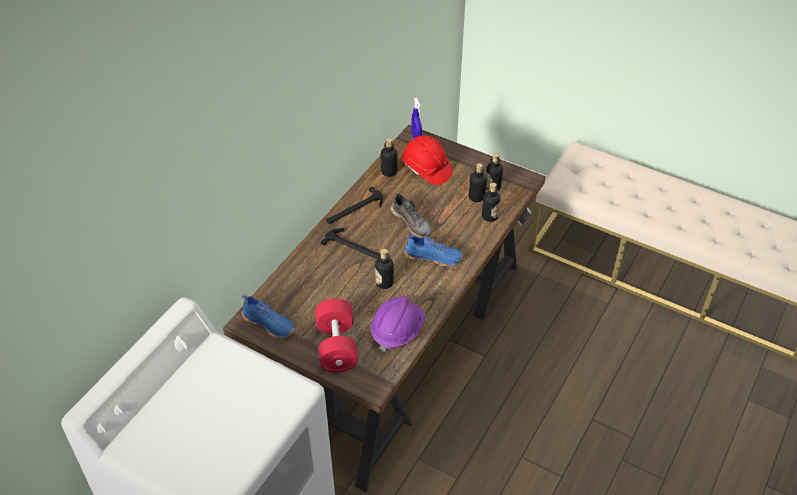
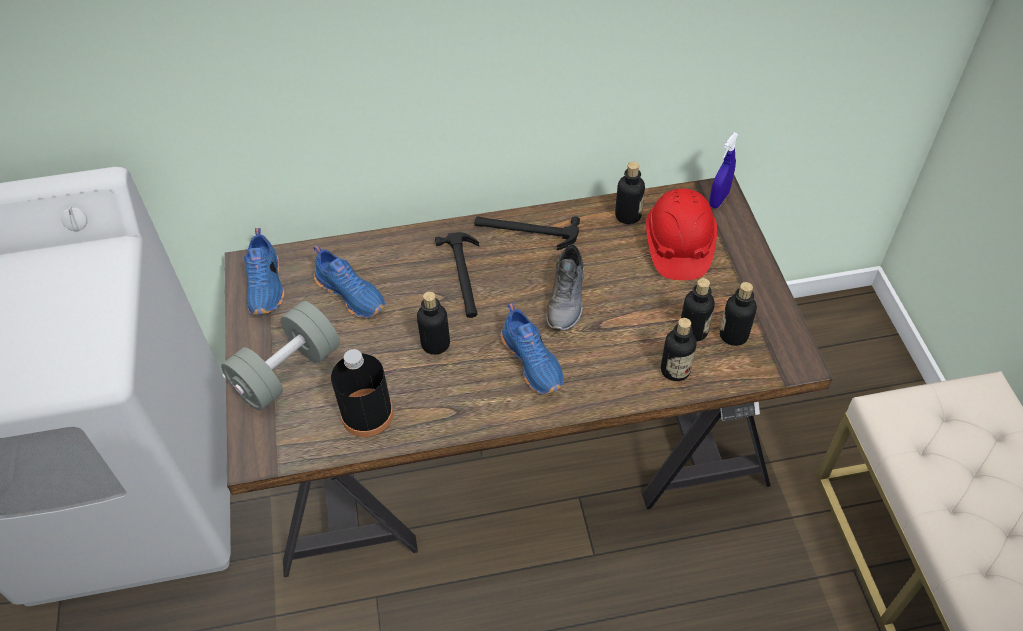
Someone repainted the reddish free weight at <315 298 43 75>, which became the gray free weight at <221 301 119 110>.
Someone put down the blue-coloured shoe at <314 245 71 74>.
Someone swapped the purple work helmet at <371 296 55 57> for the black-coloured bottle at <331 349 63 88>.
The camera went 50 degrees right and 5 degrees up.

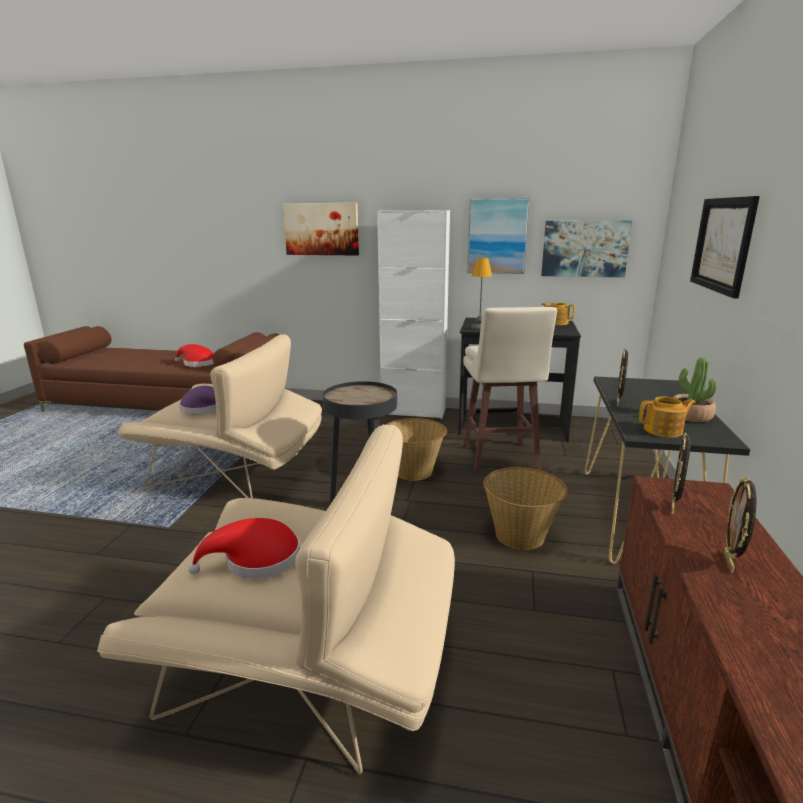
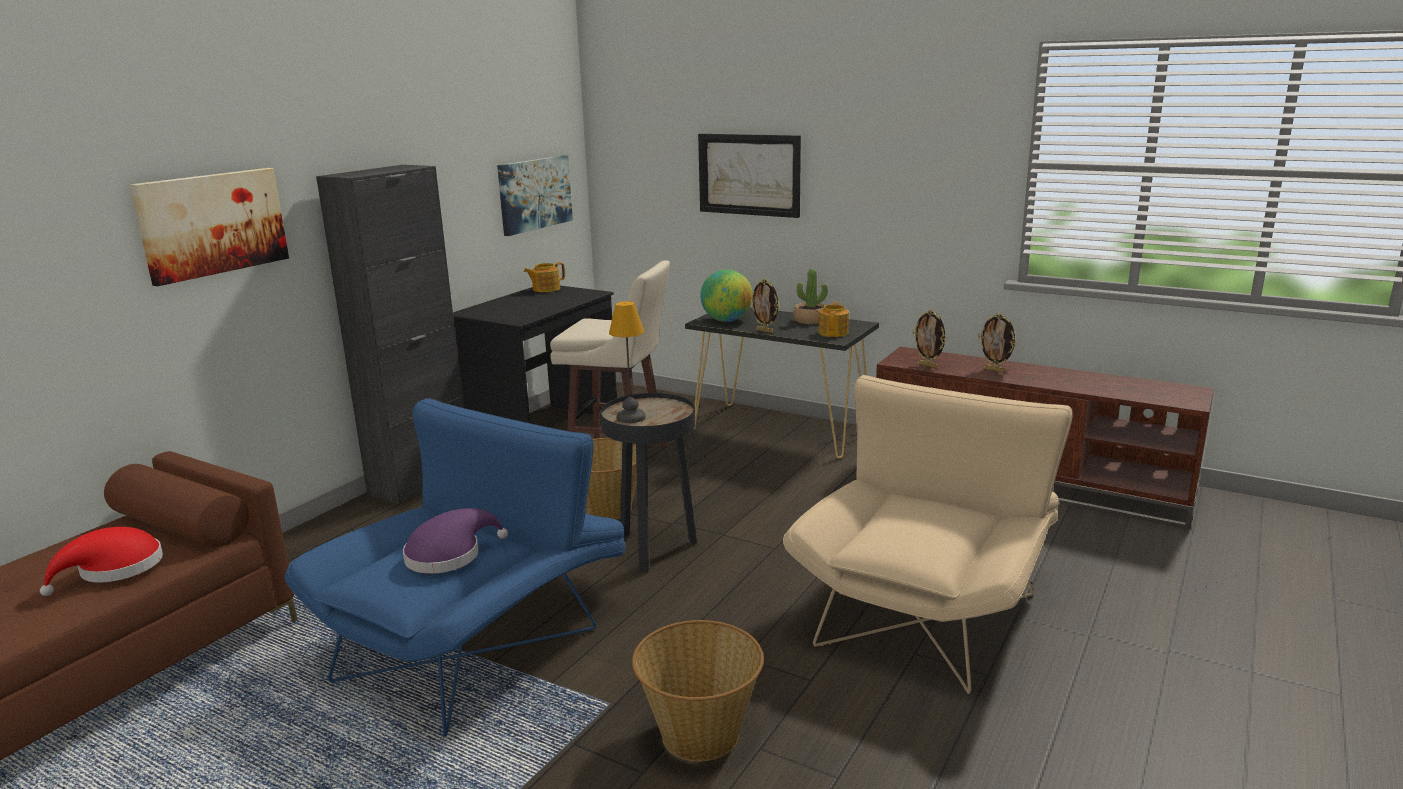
Someone repainted the sand-coloured armchair at <118 334 204 164>, which became the blue-coloured armchair at <285 398 340 339>.
Someone repainted the white cupboard at <377 210 73 209>, which became the black-coloured cupboard at <316 165 148 339>.
Someone carried the table lamp from <471 258 21 72> to <609 301 37 122>.
Someone carried the basket from <483 467 85 83> to <632 620 132 142>.
Someone put down the desk globe at <700 269 53 53>.
Someone took away the reddish hat at <188 518 112 61>.
Someone took away the picture at <467 198 63 76>.
The camera went 70 degrees left and 0 degrees up.

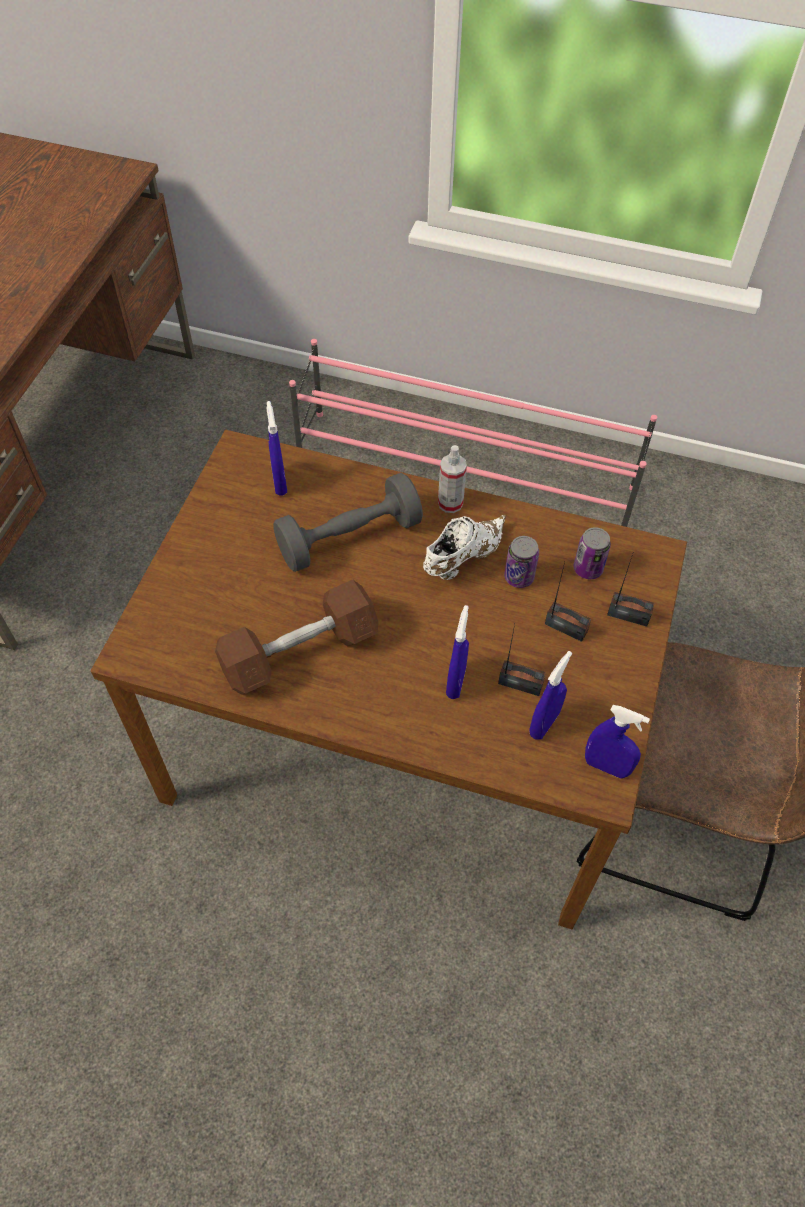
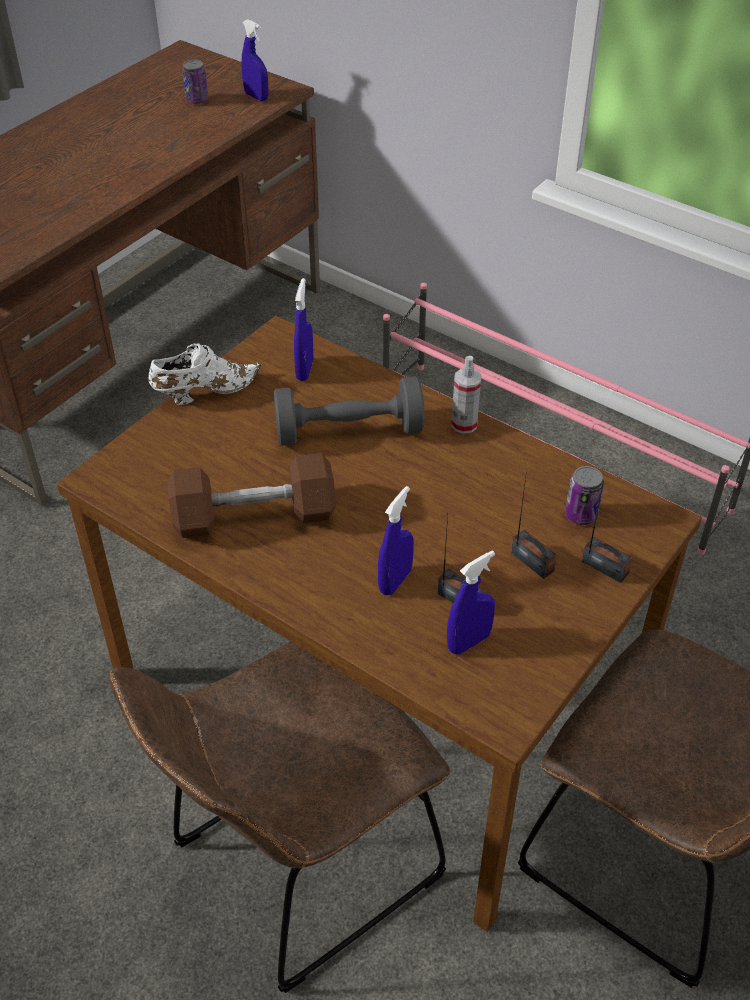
Someone put down the brown chair at <109 642 341 351>.
Someone carried the white shoe from <423 515 83 65> to <148 343 113 62>.
Someone carried the can from <504 536 35 52> to <182 60 26 44>.
Someone carried the blue-coloured hand sprayer from <585 705 65 74> to <242 19 27 82>.
The camera went 20 degrees right and 10 degrees down.

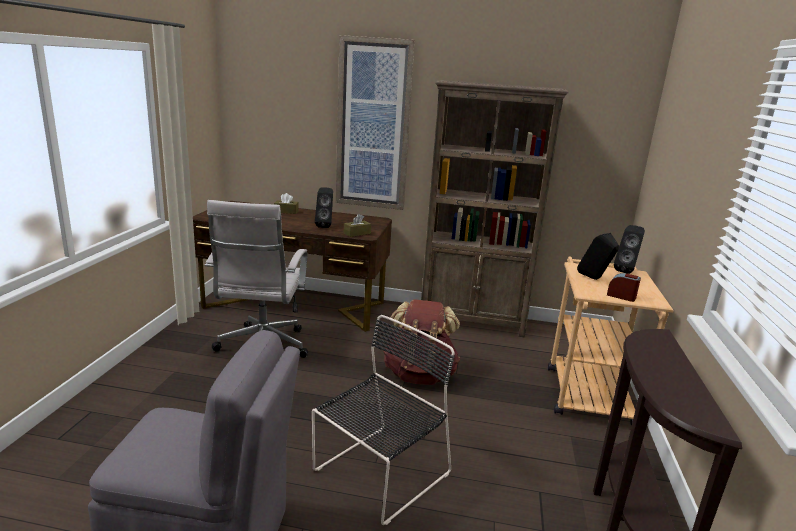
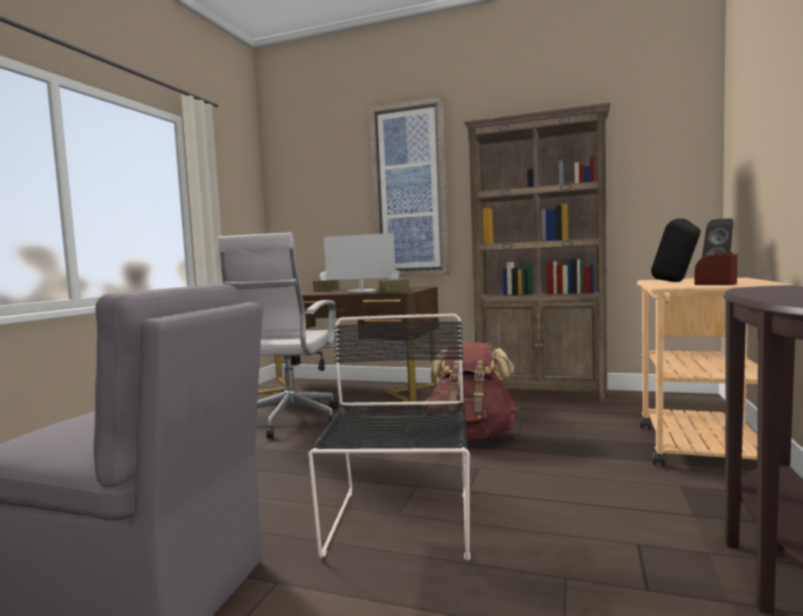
Someone rotated the black-coloured chair at <312 315 143 210> by 45 degrees counterclockwise.
Someone swapped the black-coloured loudspeaker at <315 188 18 40> for the computer screen at <324 233 71 60>.
The camera went 10 degrees right and 15 degrees down.

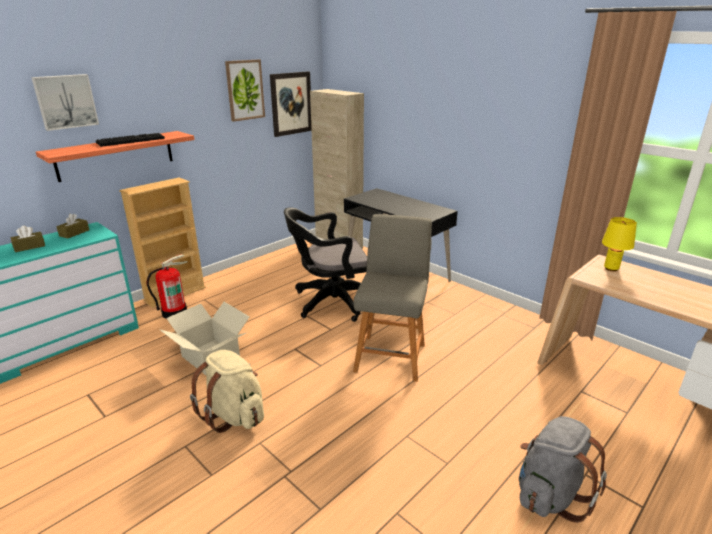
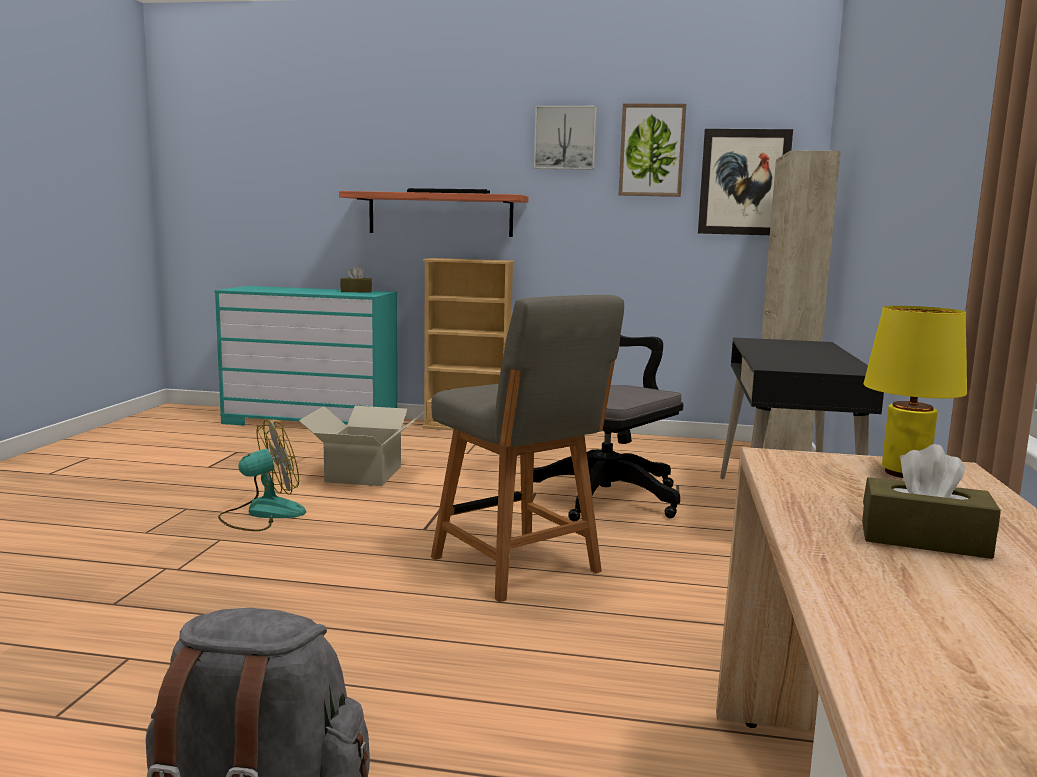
Someone swapped the sand-coloured backpack at <190 350 74 83> for the cooling fan at <218 419 88 112>.
Someone rotated the gray chair at <353 214 79 168> by 75 degrees clockwise.
Someone carried the picture from <31 74 68 57> to <534 106 63 64>.
Someone carried the brown box of tissues from <11 226 34 26> to <862 444 139 115>.
Someone took away the fire-fighting cylinder at <147 254 40 65>.
The camera went 55 degrees right and 15 degrees down.

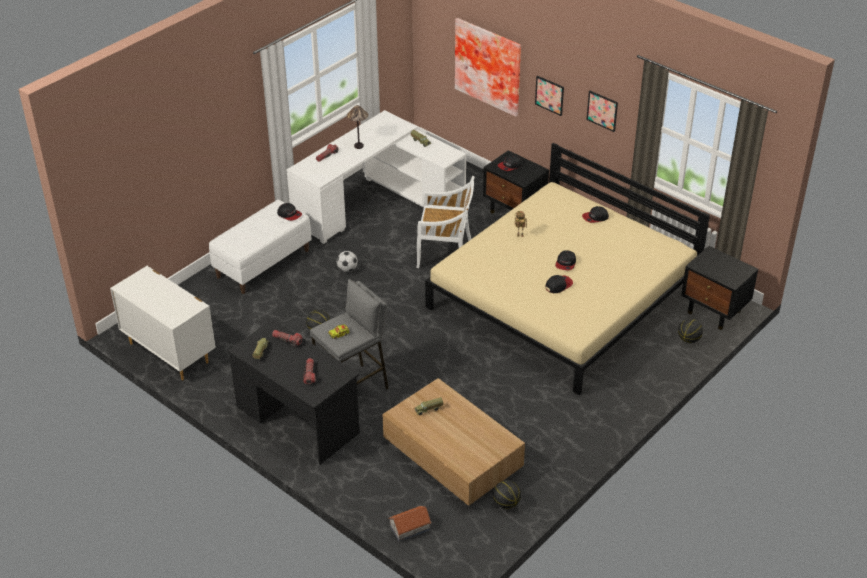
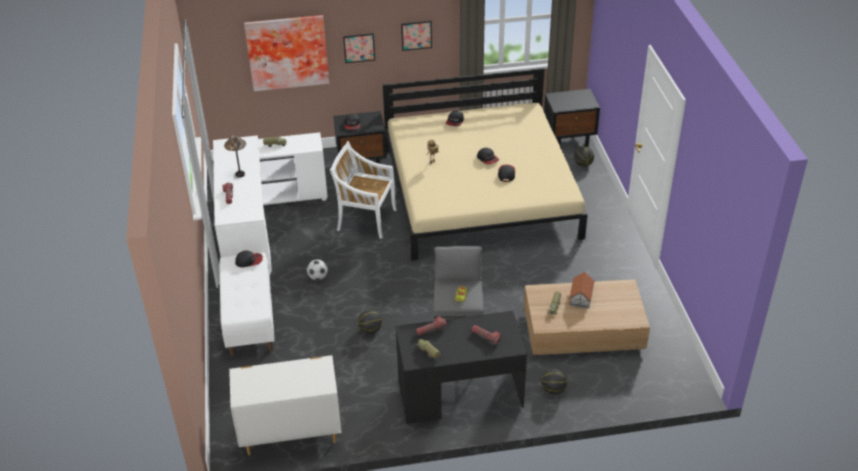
Someone rotated the white chair at <416 176 58 92> by 120 degrees counterclockwise.
Someone carried the basketball ball from <493 480 28 29> to <541 369 26 26>.
Someone carried the model house from <388 506 44 36> to <569 272 25 36>.
The camera went 50 degrees left and 0 degrees up.

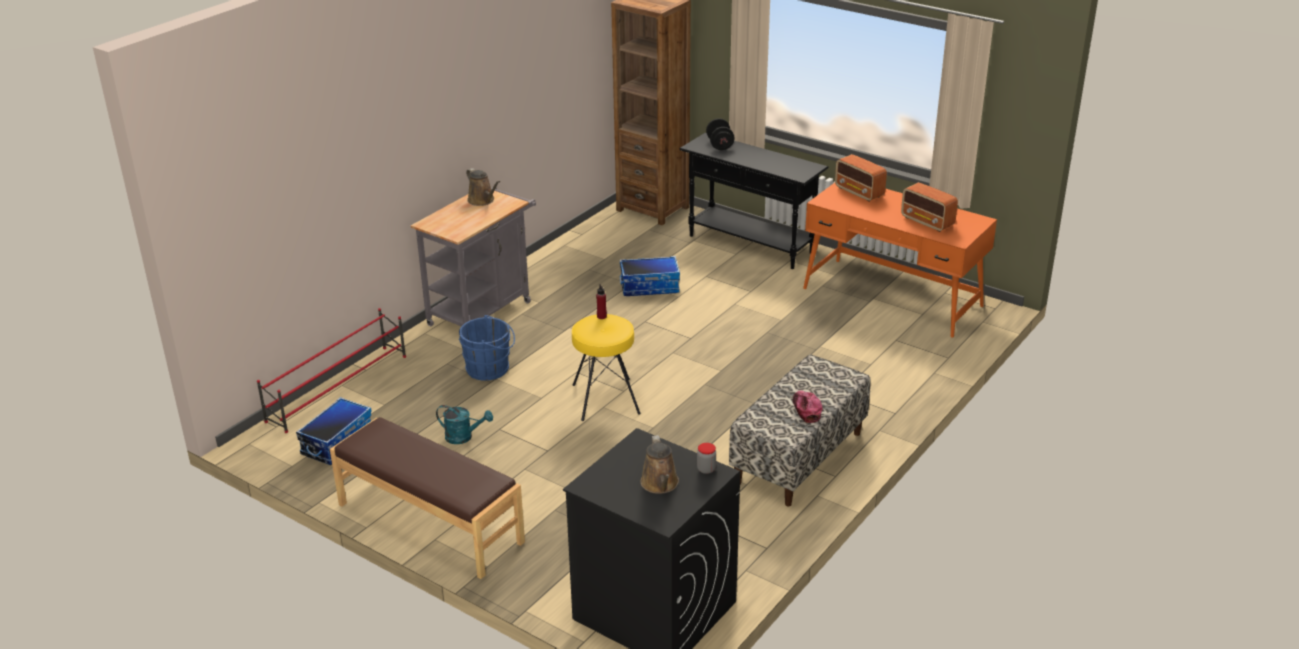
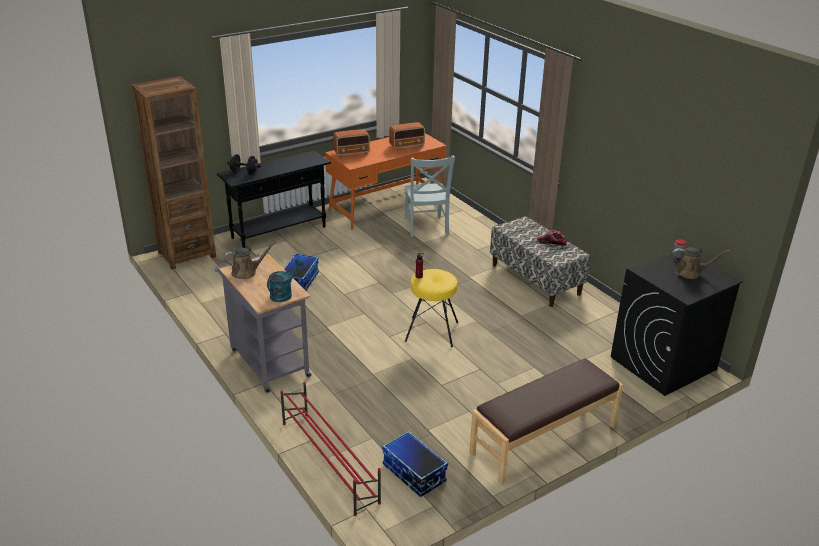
Someone carried the blue-green sprinkling can from <436 405 57 39> to <267 259 36 43>.
Someone put down the gray chair at <404 155 51 82>.
Someone took away the blue-coloured pail at <459 315 56 66>.
The camera went 70 degrees left and 0 degrees up.

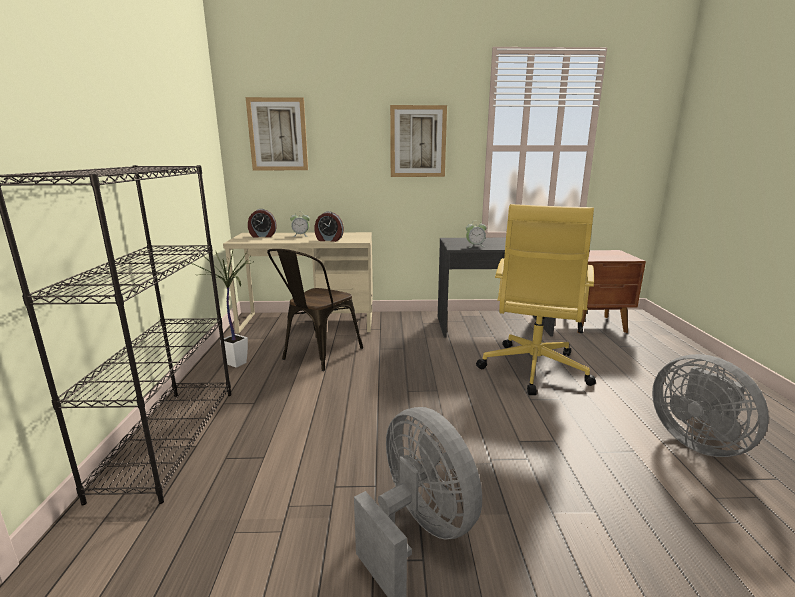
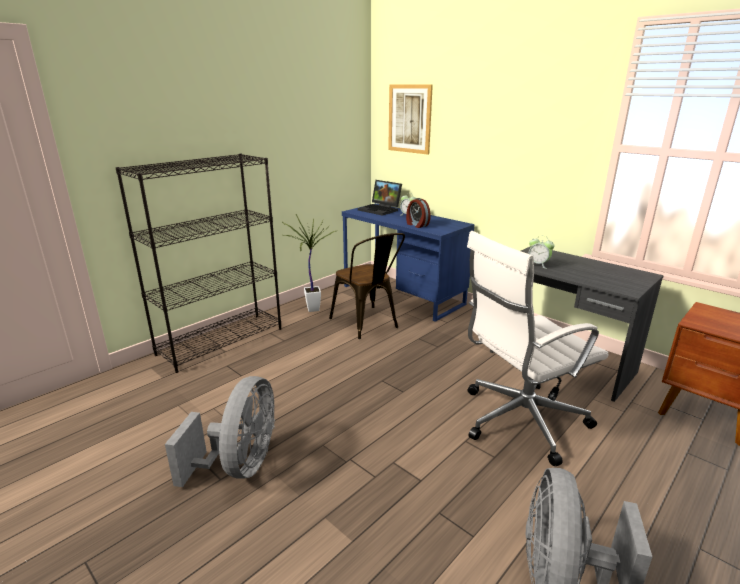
Someone rotated the brown chair at <267 249 96 122> by 105 degrees counterclockwise.
Someone repainted the sand-coloured desk unit at <223 232 150 102>, which became the blue-coloured desk unit at <342 203 132 119>.
Someone swapped the table clock at <248 209 29 29> for the laptop at <358 180 44 36>.
Someone repainted the yellow computer chair at <476 204 120 191>, which became the white computer chair at <467 231 142 235>.
Someone took away the picture at <390 105 57 72>.
The camera went 45 degrees right and 5 degrees up.

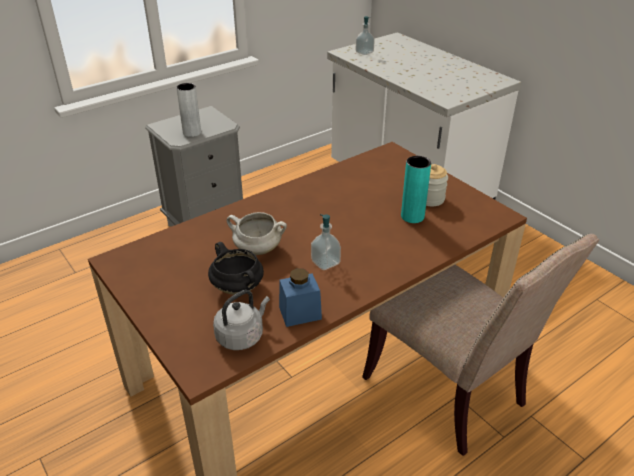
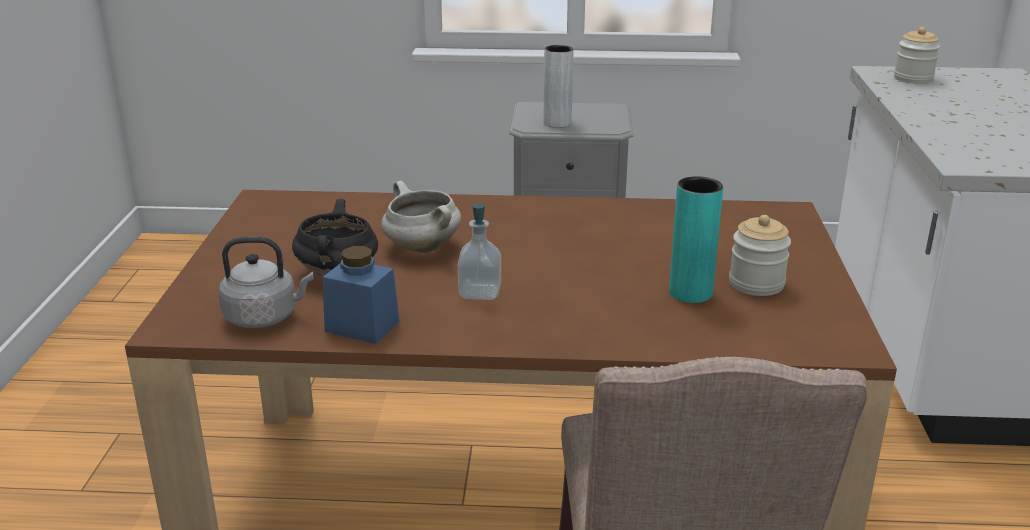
Someone swapped the soap bottle at <356 16 19 39> for the jar at <894 27 46 57>.
The camera went 40 degrees right and 10 degrees down.

